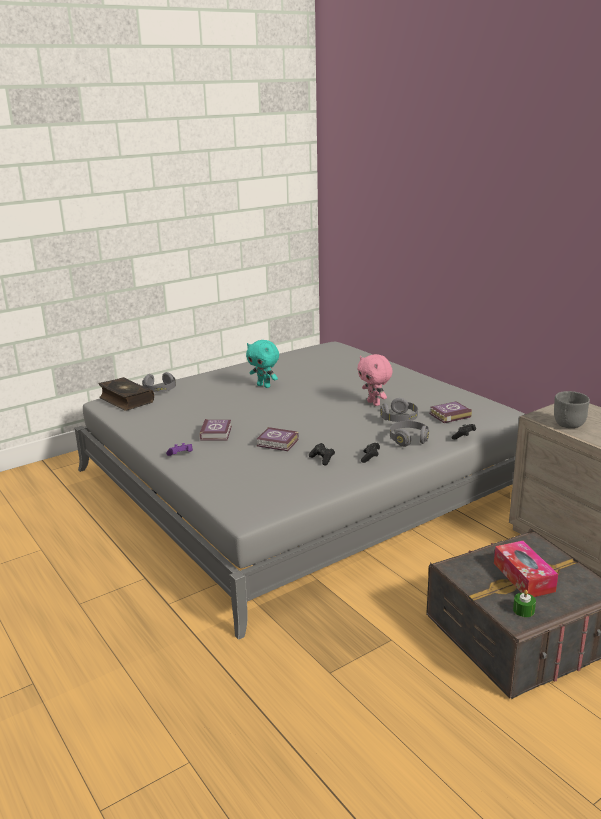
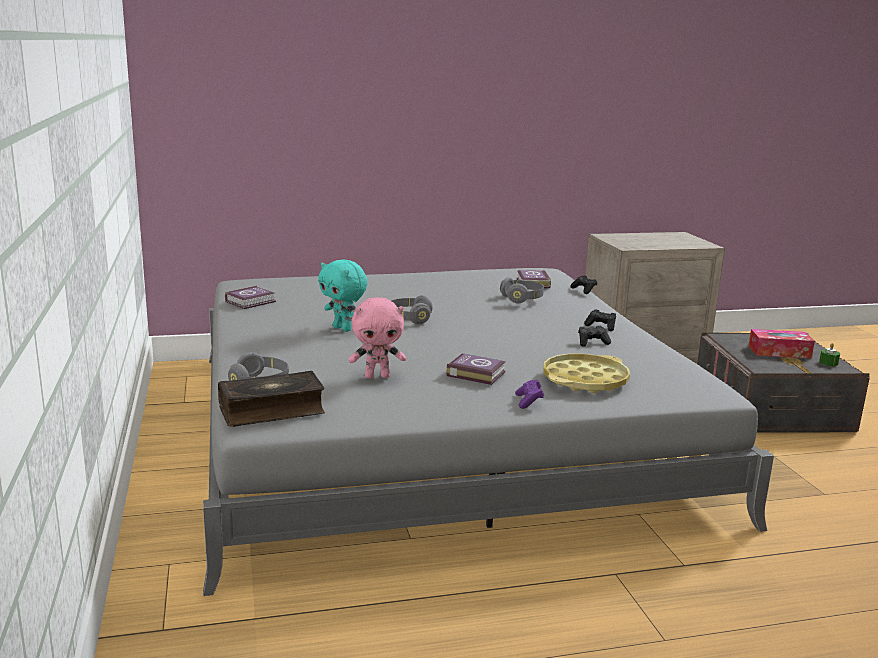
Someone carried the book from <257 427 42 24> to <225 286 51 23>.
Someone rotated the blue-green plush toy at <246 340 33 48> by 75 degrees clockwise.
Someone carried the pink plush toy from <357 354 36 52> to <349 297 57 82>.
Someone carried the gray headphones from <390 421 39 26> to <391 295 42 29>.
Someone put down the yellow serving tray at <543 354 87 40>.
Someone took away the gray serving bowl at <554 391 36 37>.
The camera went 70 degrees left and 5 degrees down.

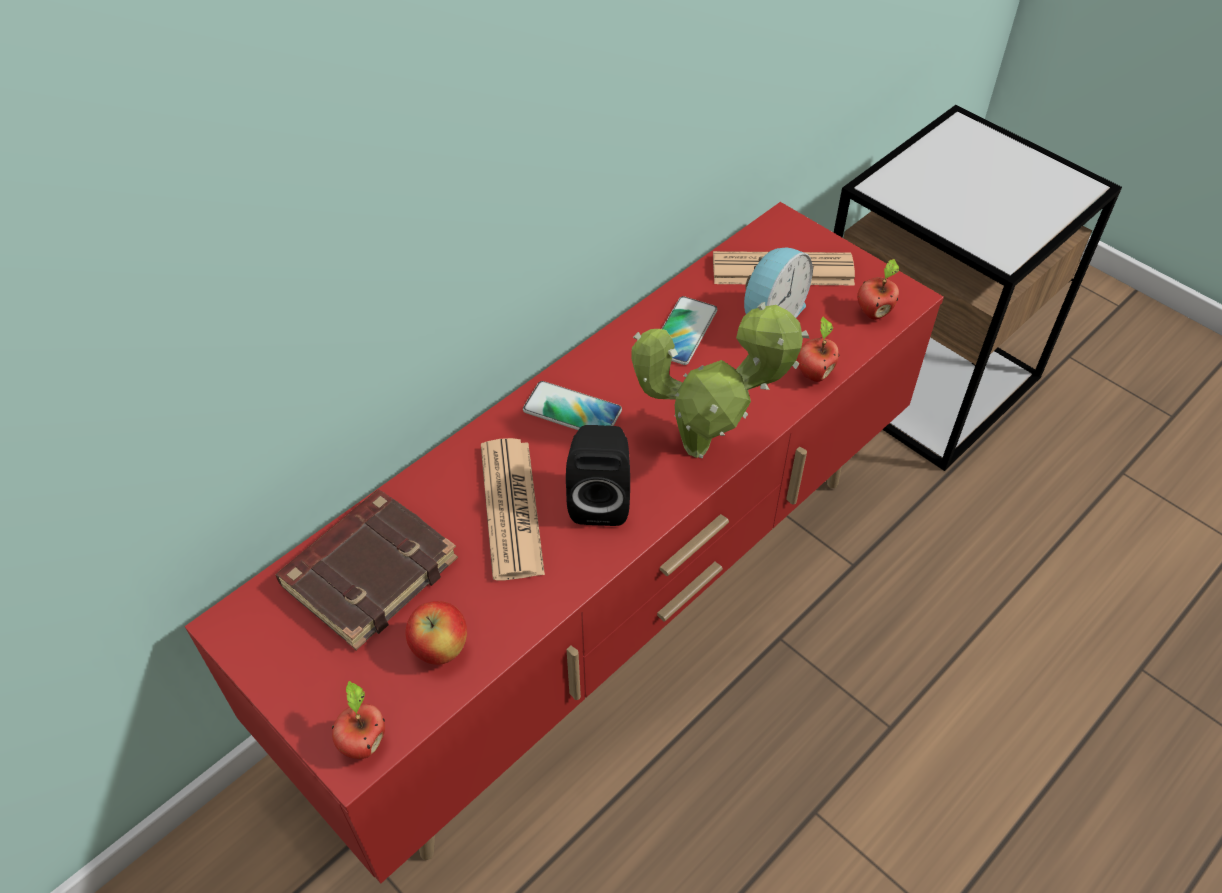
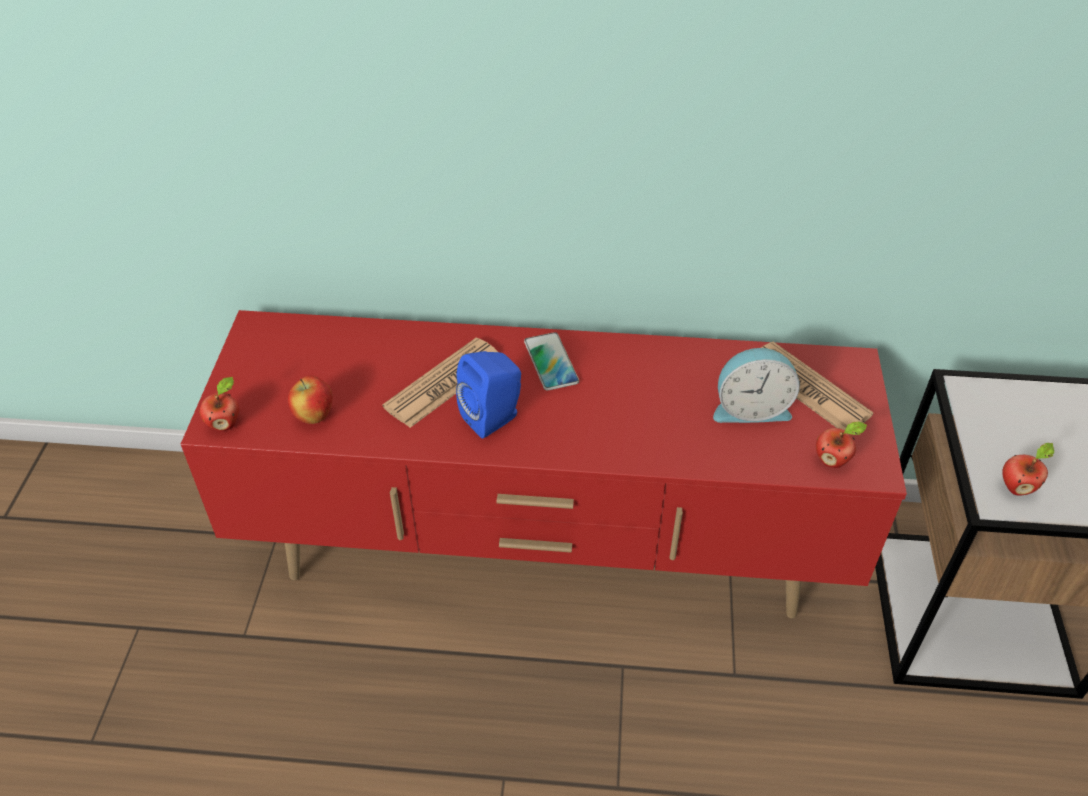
Someone repainted the black-coloured loudspeaker at <566 425 64 101>, which became the blue-coloured loudspeaker at <456 351 65 88>.
Someone carried the whole apple from <797 317 42 65> to <1002 443 52 53>.
Someone took away the brown book at <276 490 182 160>.
Someone took away the houseplant at <631 302 179 156>.
Someone took away the phone at <661 296 56 69>.
The camera went 50 degrees right and 5 degrees down.

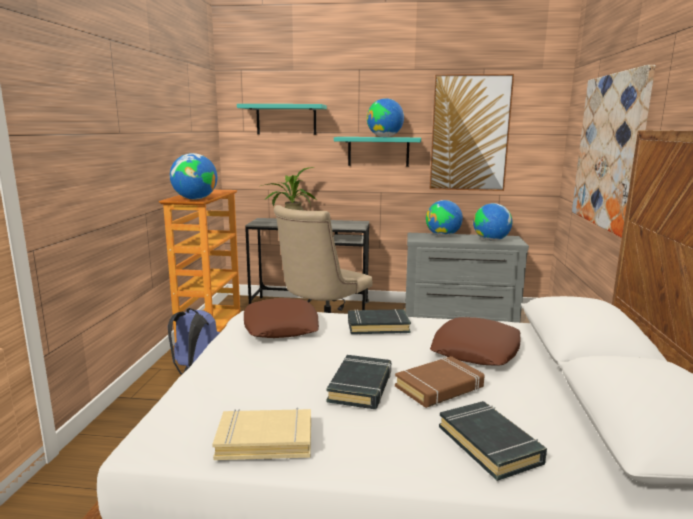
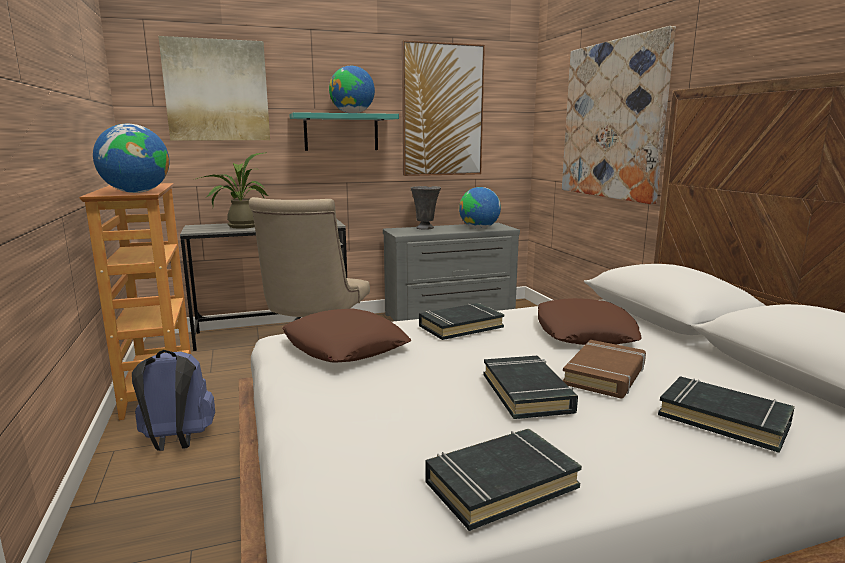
Someone swapped the blue-green wall shelf at <237 104 90 31> for the picture at <158 36 112 104>.
Someone swapped the desk globe at <426 200 37 36> for the gray decorative vase at <411 186 30 44>.
Someone repainted the sand-coloured book at <212 408 99 52>, which became the black-coloured book at <425 429 157 102>.
The camera went 25 degrees left and 0 degrees up.

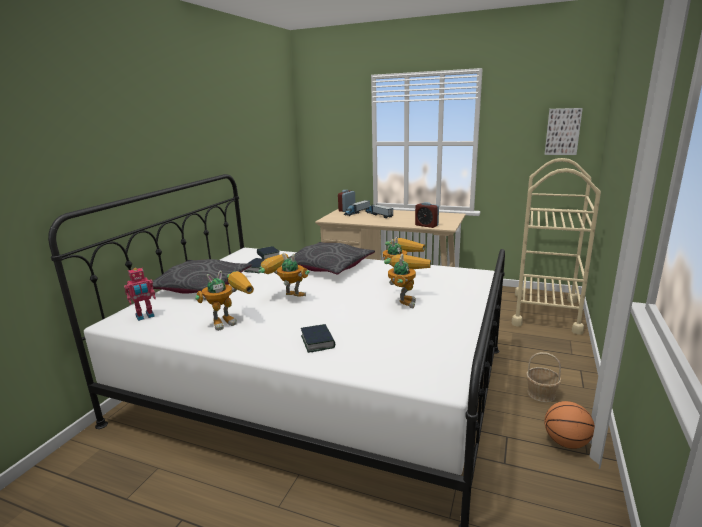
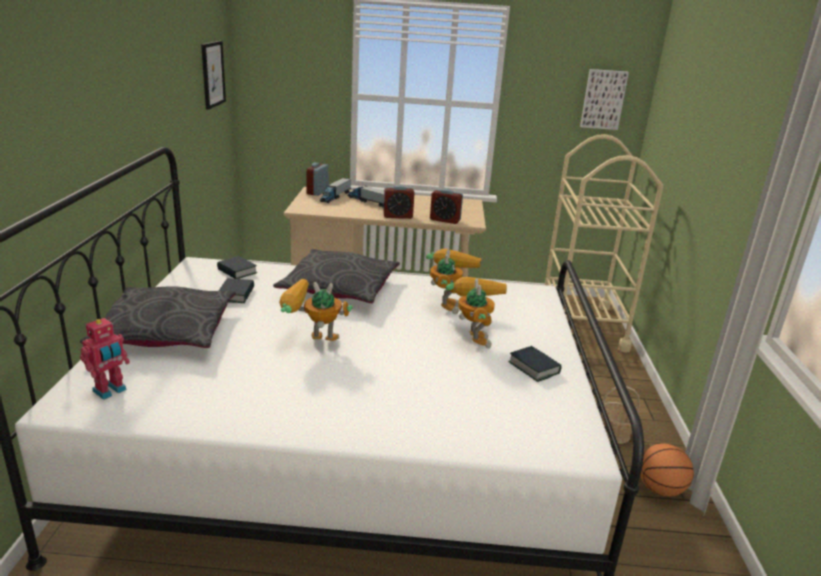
Someone put up the picture at <201 41 25 69>.
Someone put down the table clock at <383 185 32 34>.
Someone carried the book from <301 324 34 29> to <509 346 52 36>.
Someone took away the toy robot at <195 271 59 60>.
The camera went 20 degrees left and 5 degrees up.

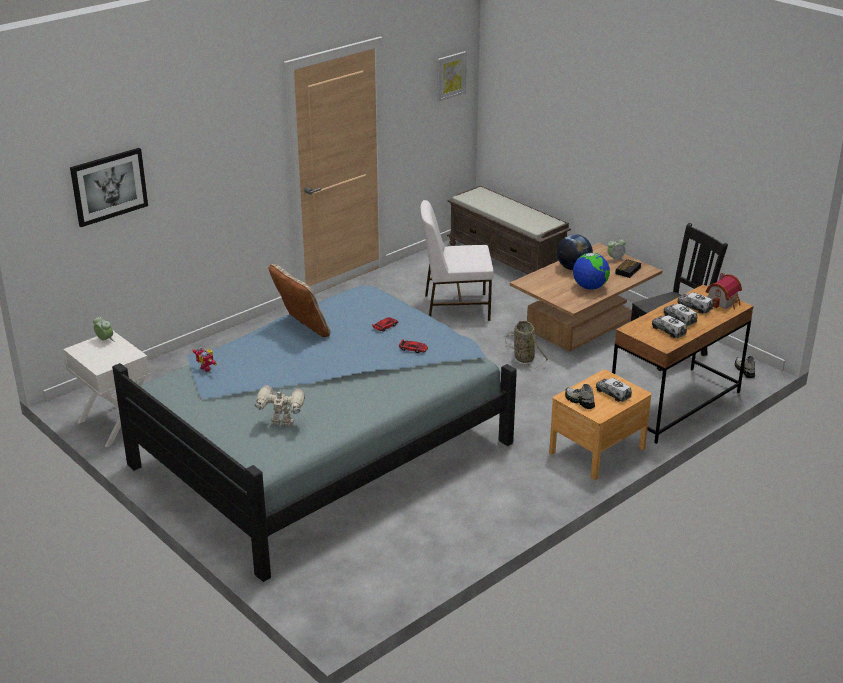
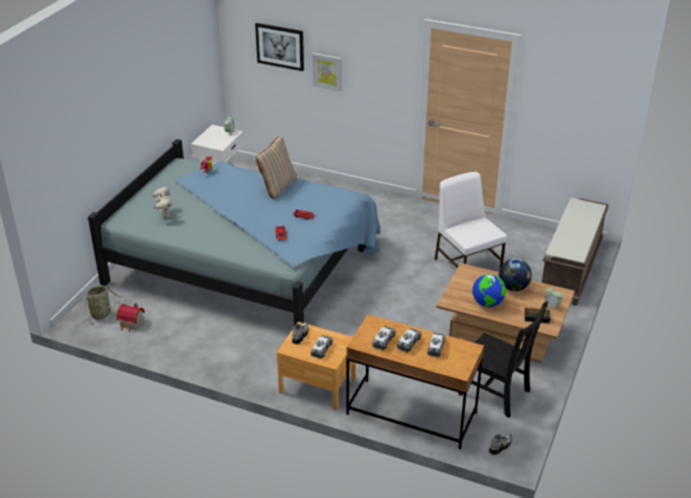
Someone carried the basket from <505 321 43 48> to <83 286 43 39>.
Someone carried the model house from <706 273 36 36> to <116 303 29 29>.
Someone carried the picture from <437 51 30 50> to <313 53 29 38>.
The camera went 65 degrees right and 5 degrees up.

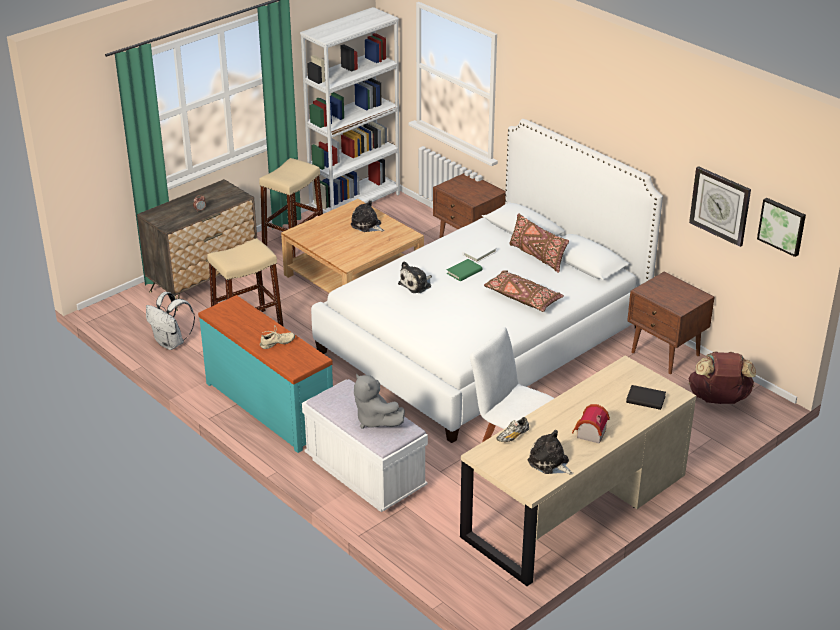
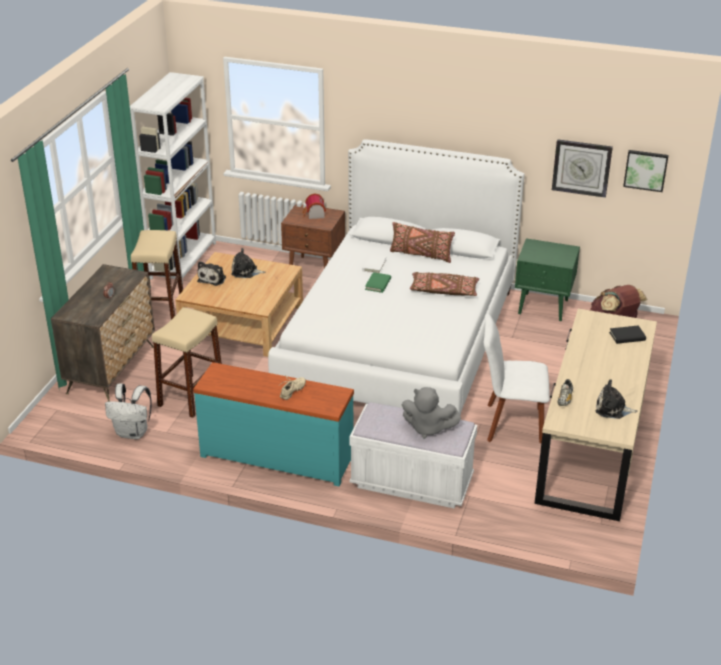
Someone carried the plush toy from <398 261 34 32> to <197 261 29 25>.
Someone carried the model house from <572 404 38 40> to <302 193 24 26>.
Someone repainted the brown nightstand at <627 271 87 103>, which became the greenish nightstand at <515 238 65 83>.
The camera went 30 degrees left and 0 degrees up.

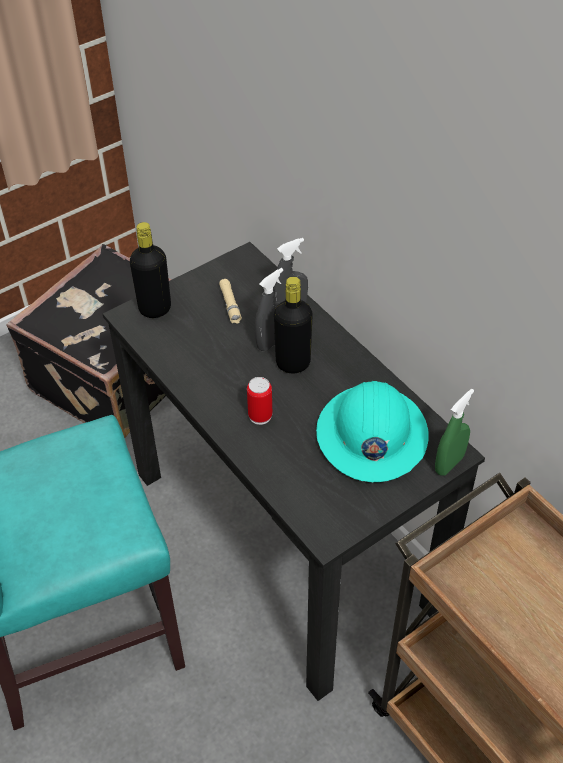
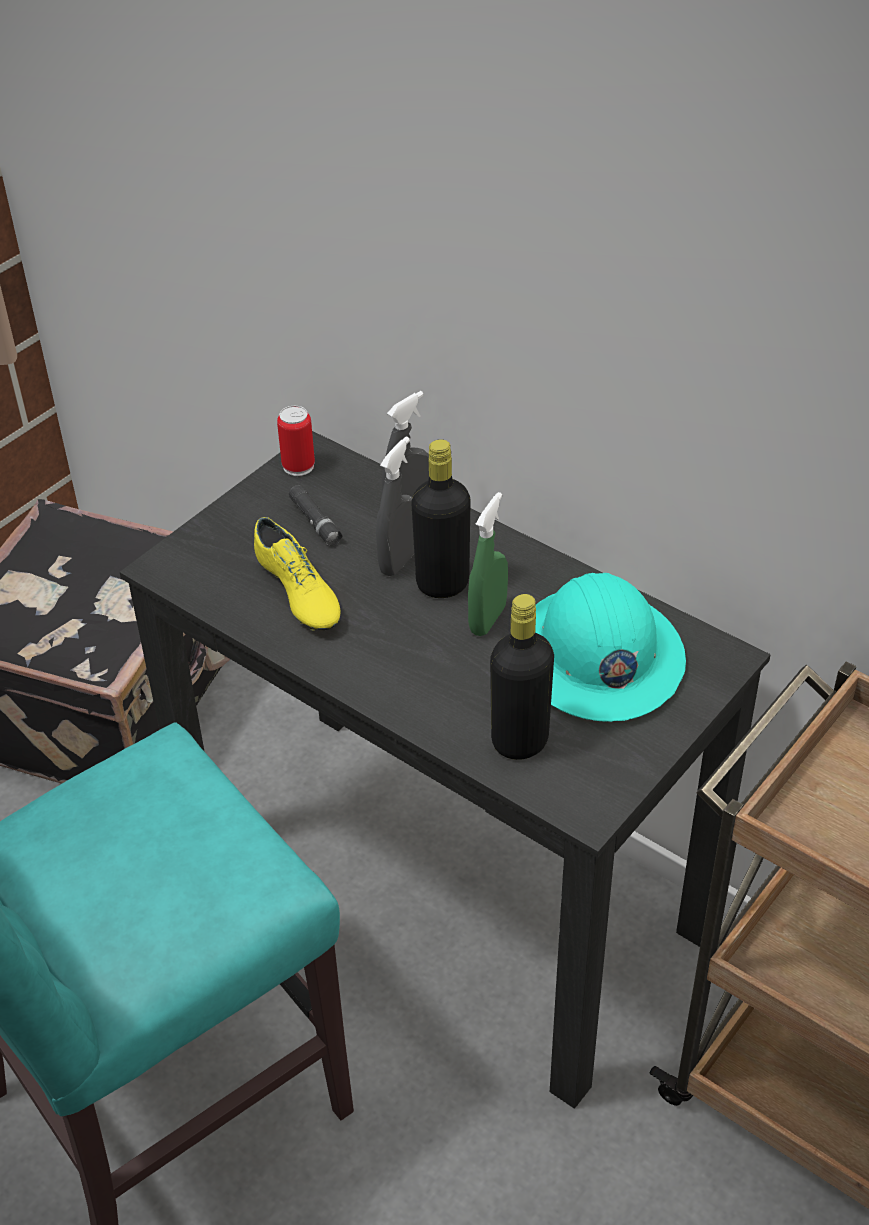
Someone put down the yellow shoe at <254 517 87 114>.
Someone carried the can from <247 377 25 48> to <277 406 38 70>.
Someone repainted the sand-coloured torch at <219 279 23 45>, which became the black-coloured torch at <289 485 54 61>.
Someone carried the greenish hand sprayer from <435 389 39 87> to <468 492 40 144>.
Someone carried the black-coloured bottle from <130 222 41 96> to <490 594 64 166>.
The camera went 15 degrees left and 5 degrees down.

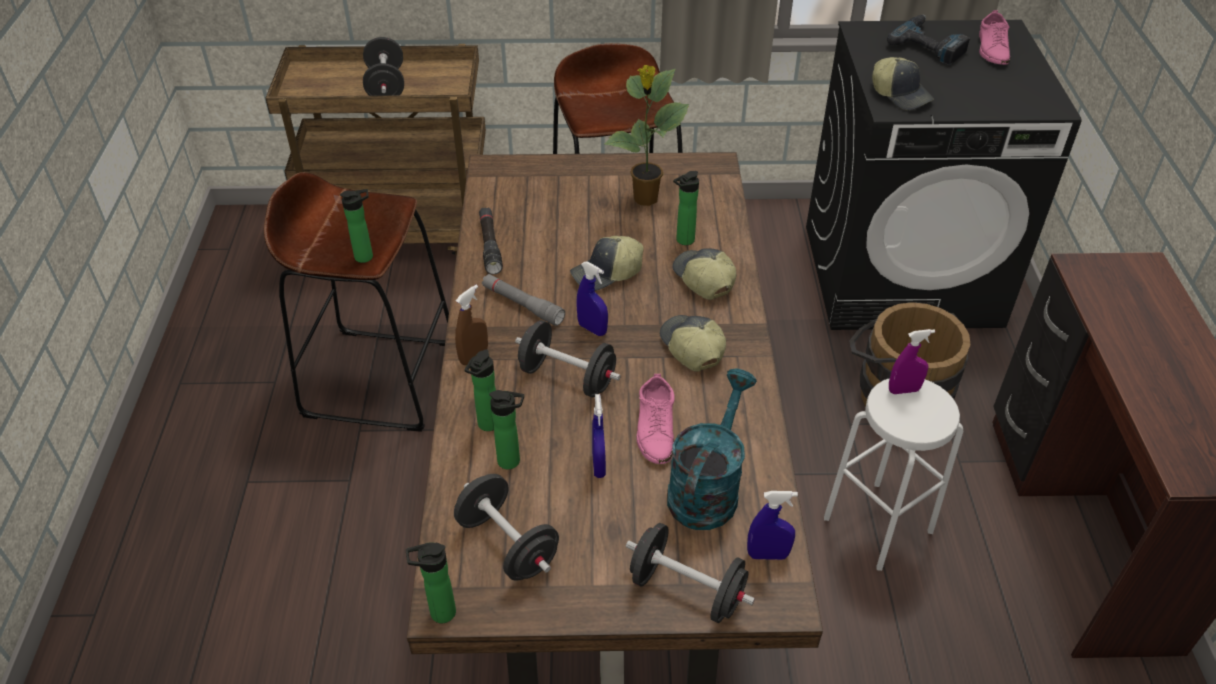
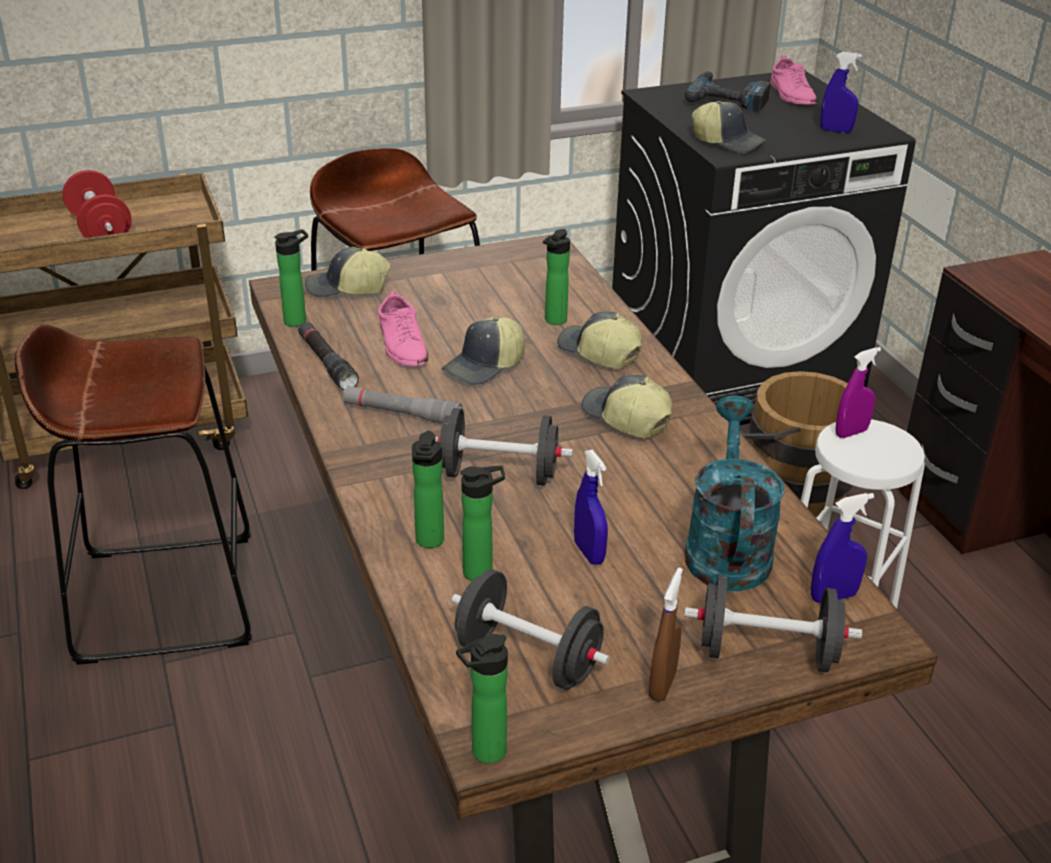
Someone repainted the black-coloured free weight at <363 37 41 59>, which became the reddish free weight at <62 170 70 68>.
Someone carried the bottle from <340 189 33 74> to <275 229 33 98>.
Someone put down the cap at <305 247 86 50>.
Someone carried the pink shoe from <637 374 38 90> to <378 291 50 75>.
Someone carried the brown hand sprayer from <455 285 33 80> to <649 568 34 134>.
Someone carried the blue-coloured hand sprayer from <576 262 32 74> to <820 52 42 81>.
Someone took away the houseplant at <604 65 85 141>.
The camera went 20 degrees left and 10 degrees down.

